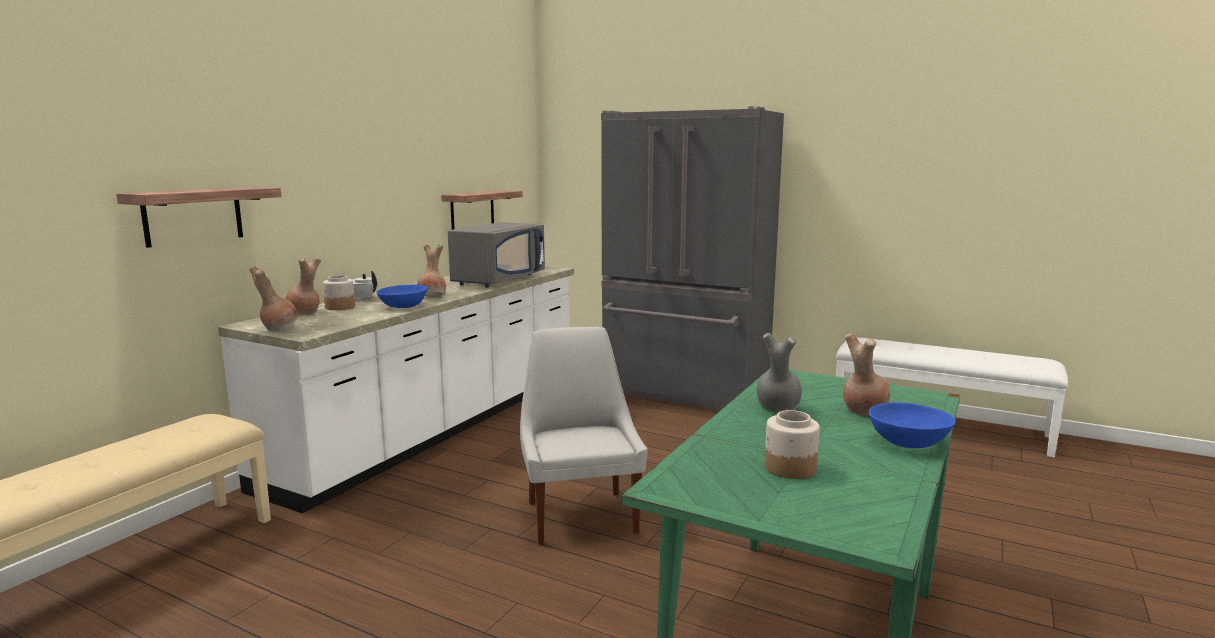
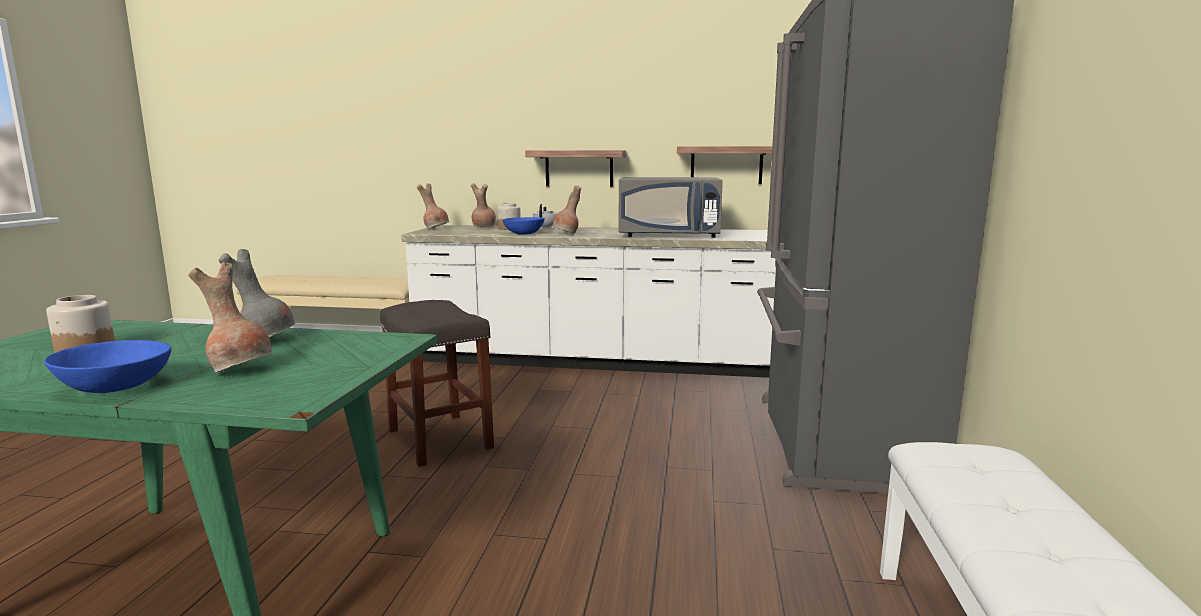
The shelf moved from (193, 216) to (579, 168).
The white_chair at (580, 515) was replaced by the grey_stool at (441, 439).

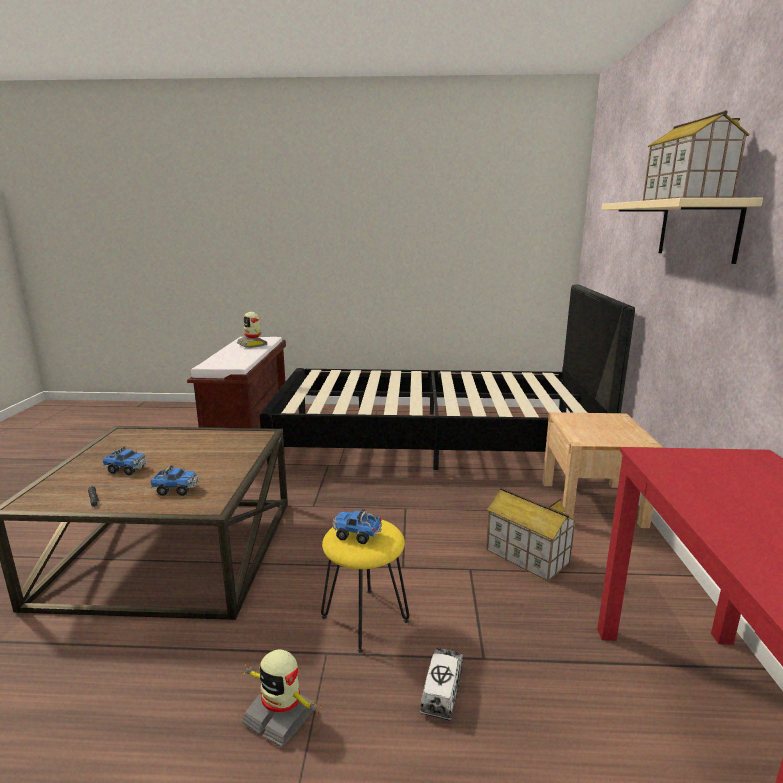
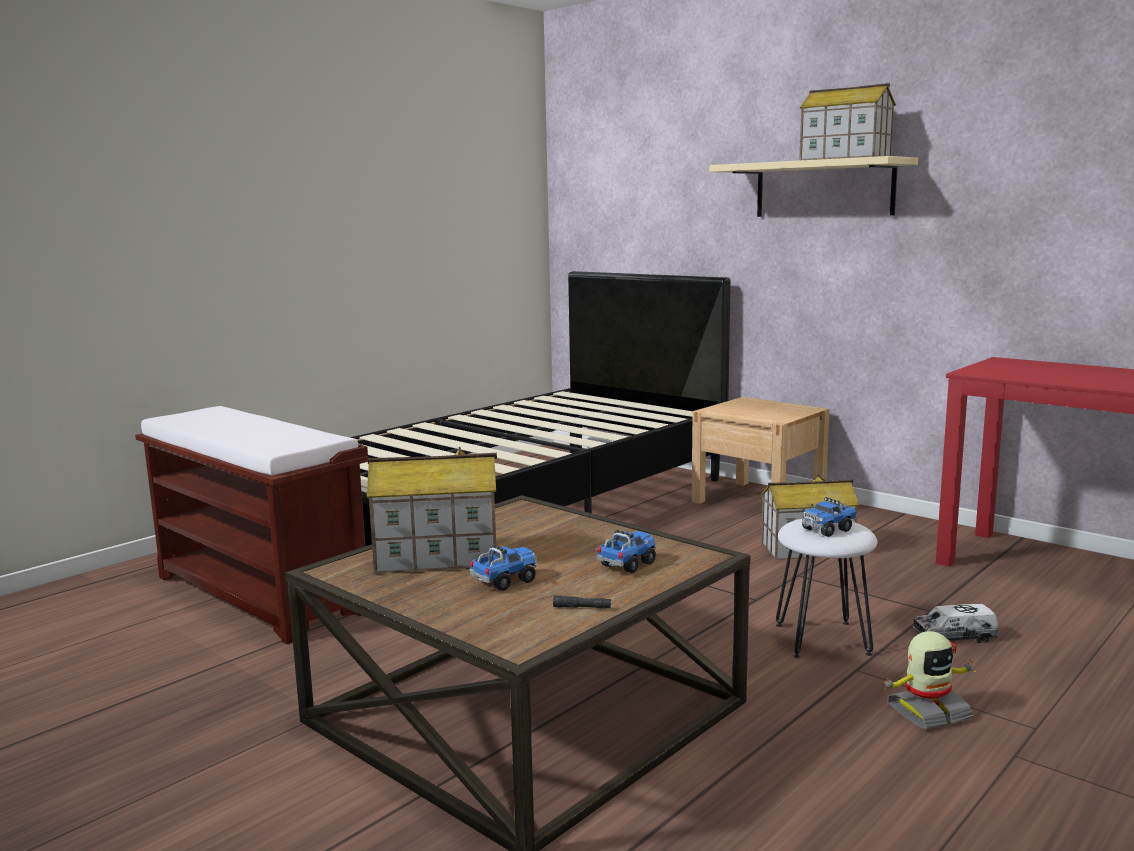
The toy_robot at (253, 344) disappeared.
The toy_house at (436, 557) appeared.
The yellow_stool at (365, 619) became the white_stool at (823, 639).
The toy_truck at (442, 689) turned 60 degrees counterclockwise.

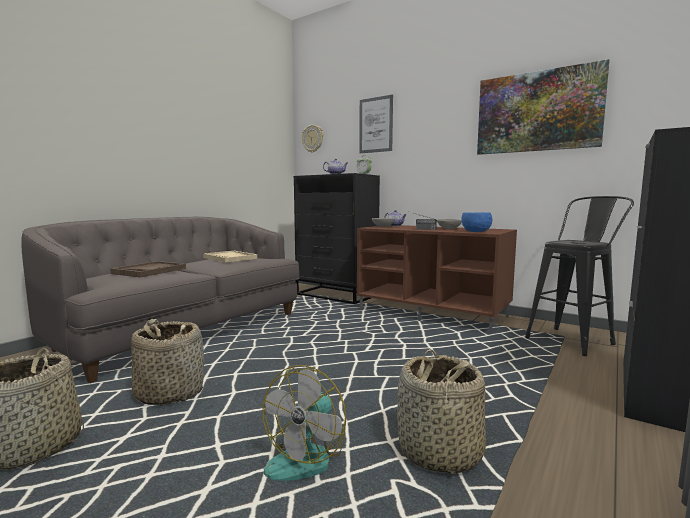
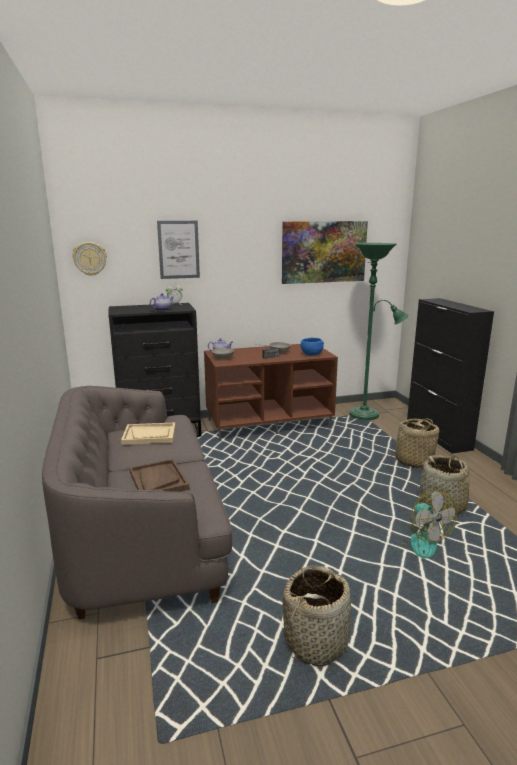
The basket moved from (170, 393) to (413, 461).
The black_stool at (574, 340) was replaced by the green_floor_lamp at (368, 415).

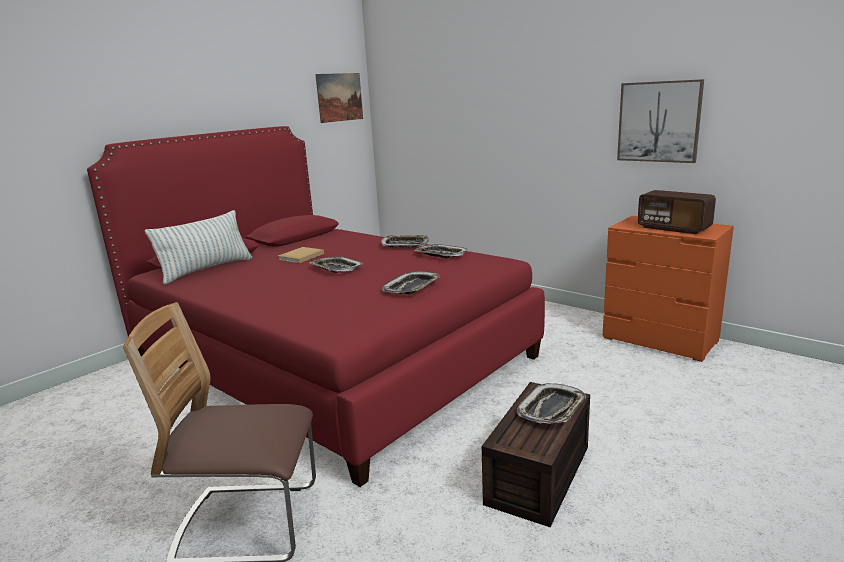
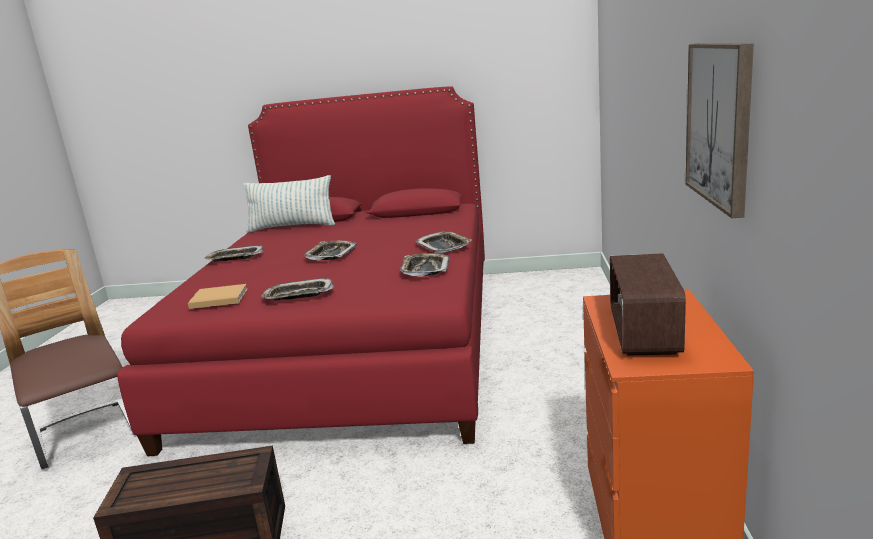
The picture at (339, 97) disappeared.
The beige_book moved from (300, 257) to (217, 298).
The tray moved from (552, 409) to (235, 258).

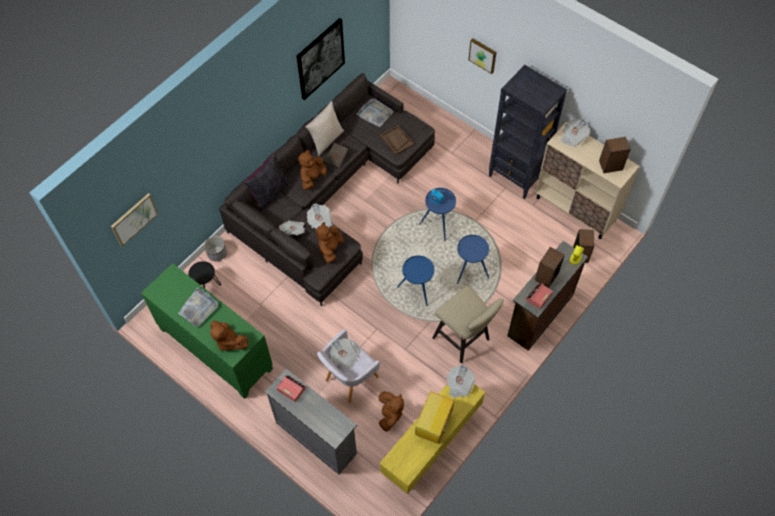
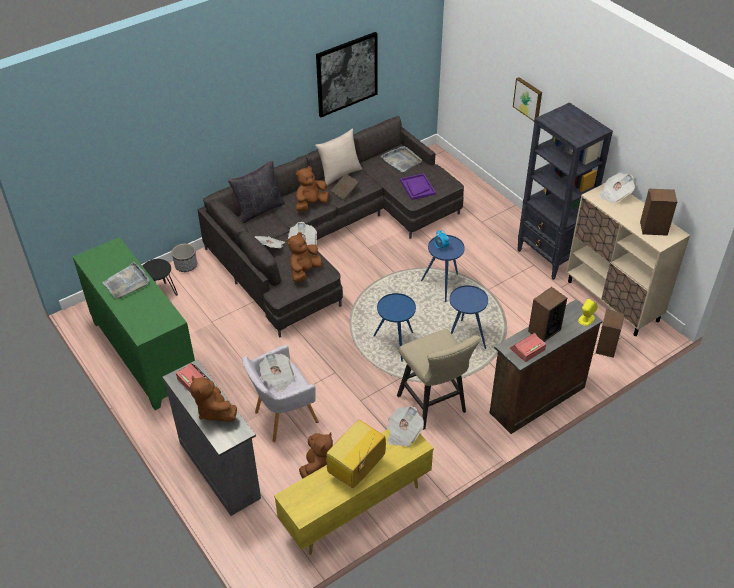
The picture at (134, 219) disappeared.
The brown_plush_toy moved from (228, 341) to (214, 411).
The brown_tray at (397, 140) became the purple_tray at (417, 187).

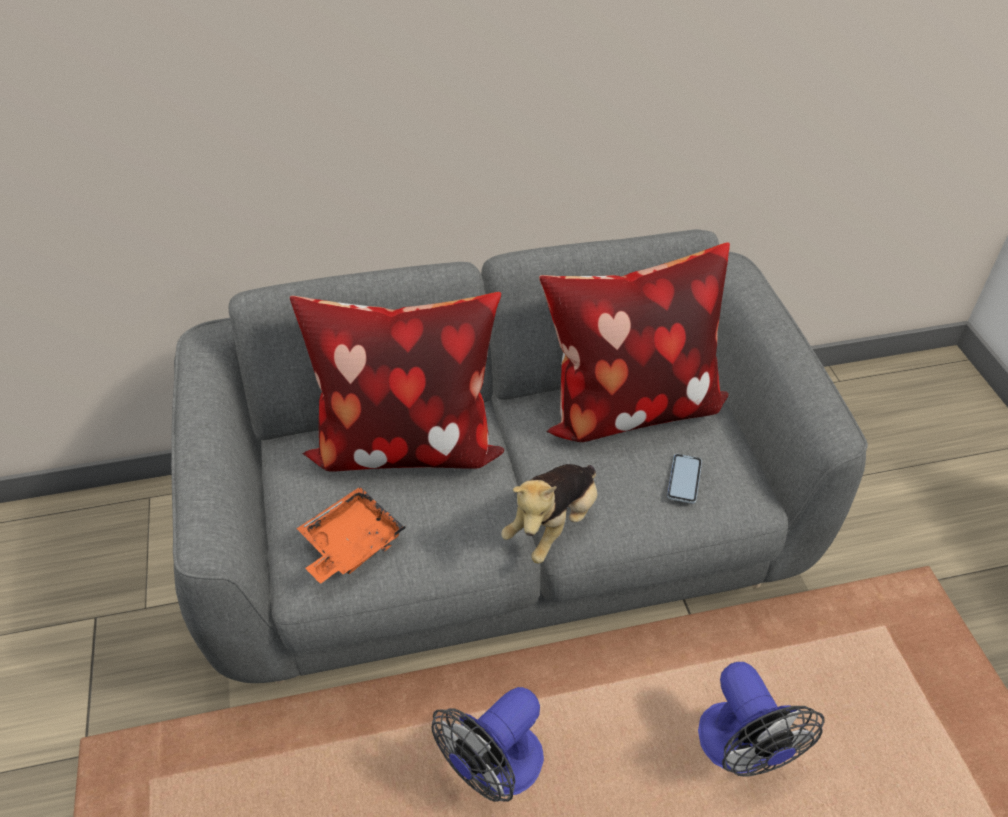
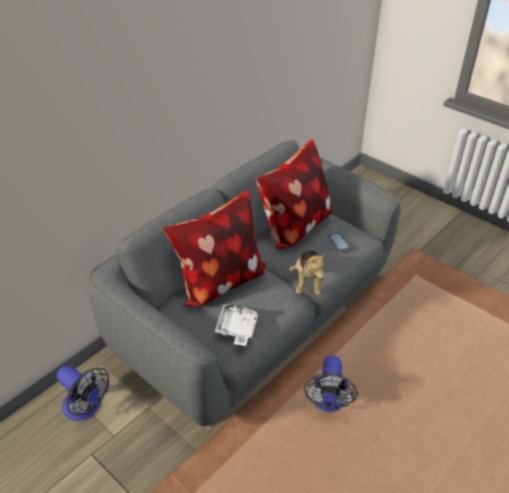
The fan moved from (741, 752) to (86, 408).
The orange_tray at (350, 544) became the white_tray at (237, 328).

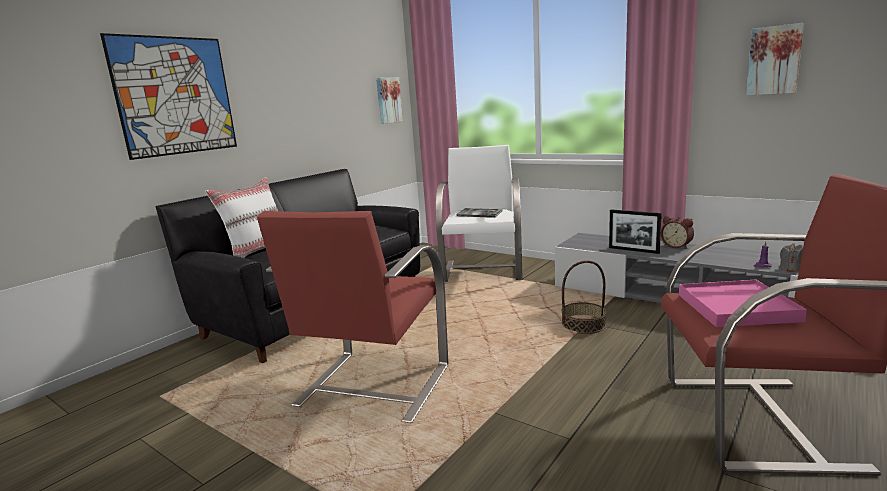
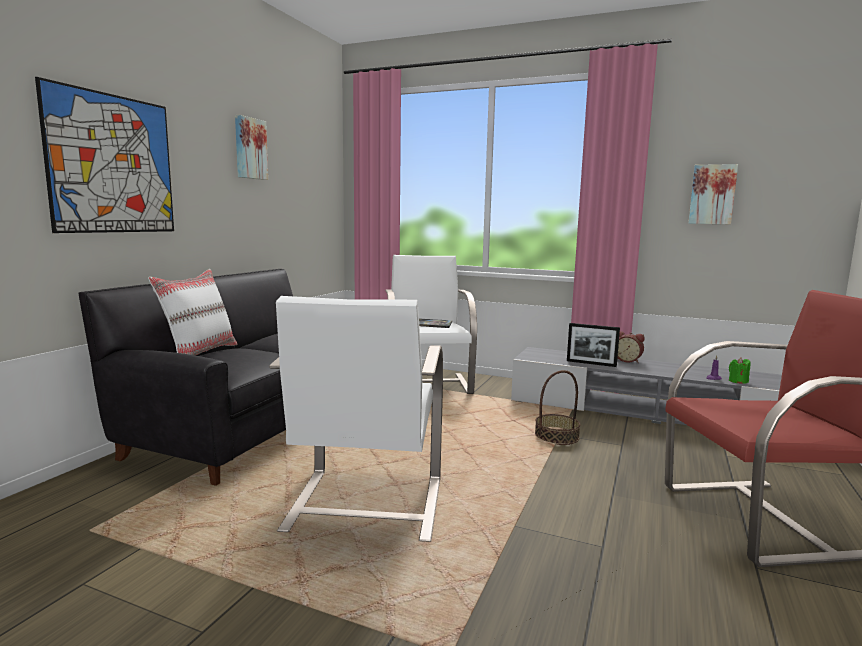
The pink_tray at (736, 307) disappeared.
The picture moved from (388, 100) to (249, 148).
The red_armchair at (372, 386) became the white_armchair at (365, 505).
The grey_candle at (790, 269) became the green_candle at (738, 381).

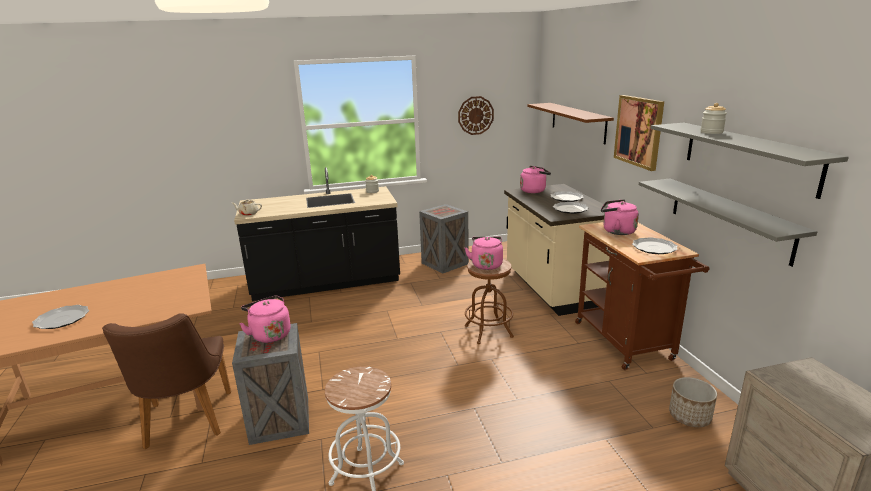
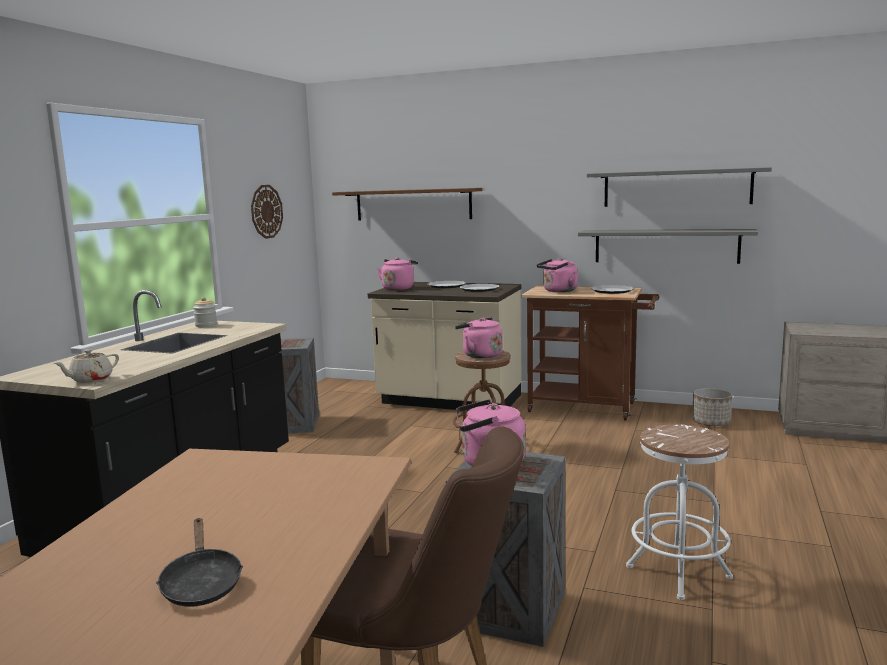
The picture at (639, 131) disappeared.
The jar at (711, 132) disappeared.
The plate at (62, 319) was replaced by the black_frying_pan at (201, 583).

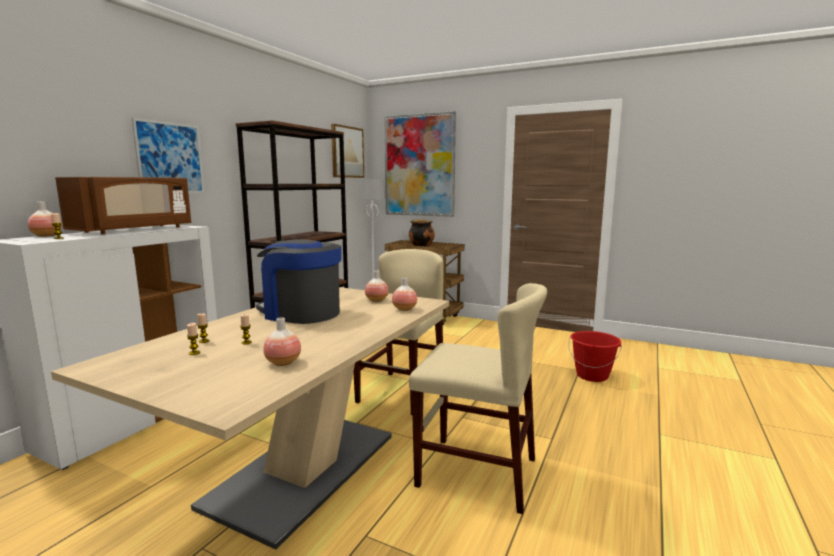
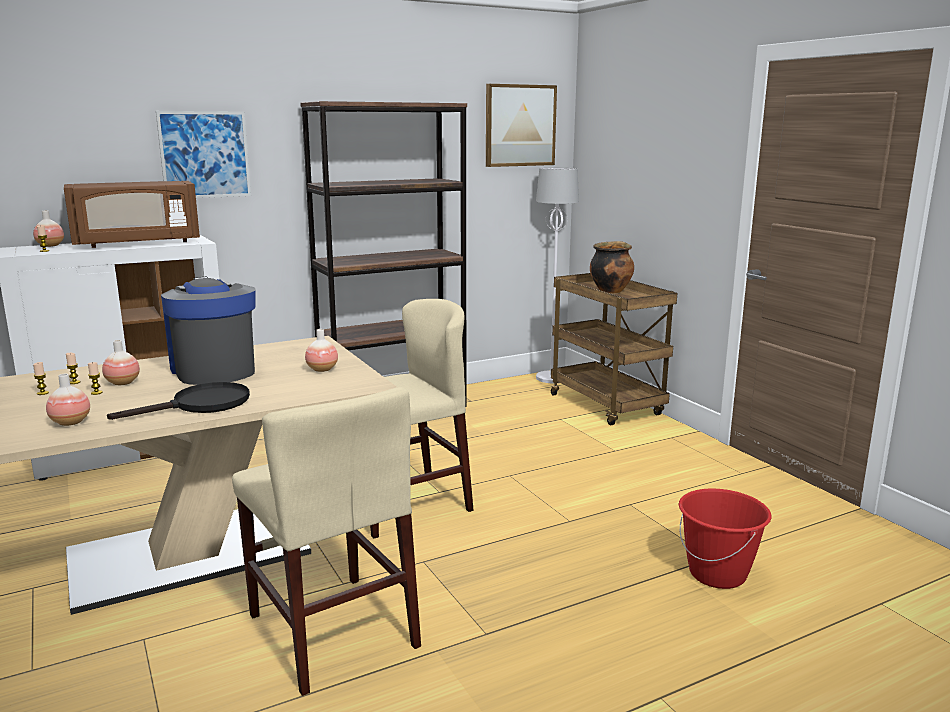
The picture at (419, 165) disappeared.
The black_frying_pan at (201, 405) appeared.
The vase moved from (404, 309) to (122, 383).

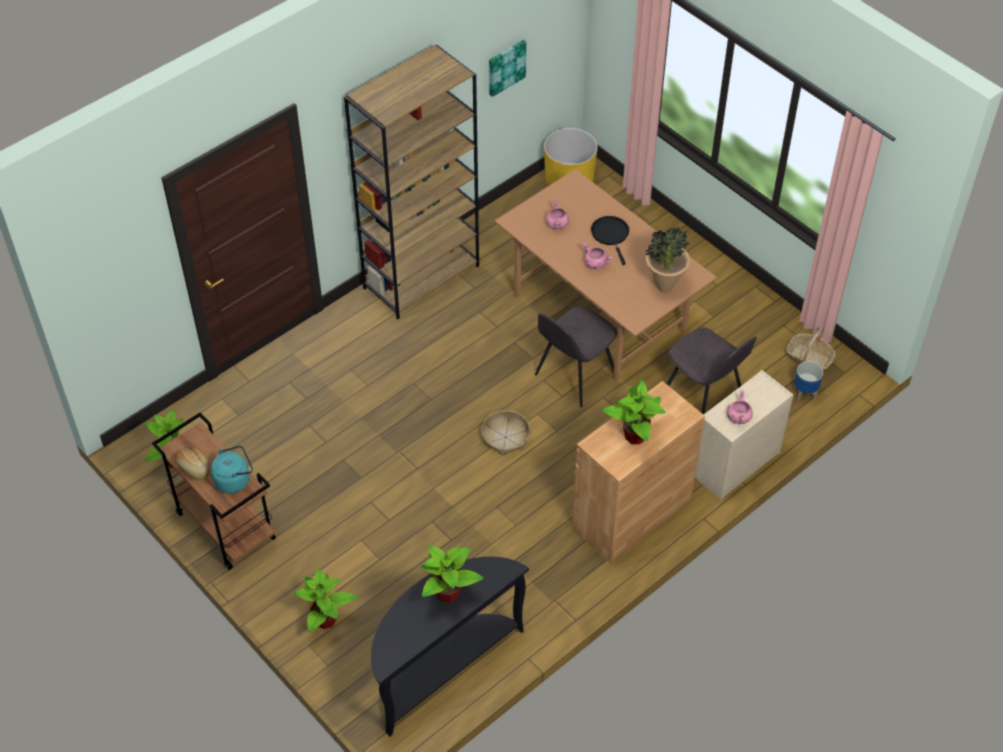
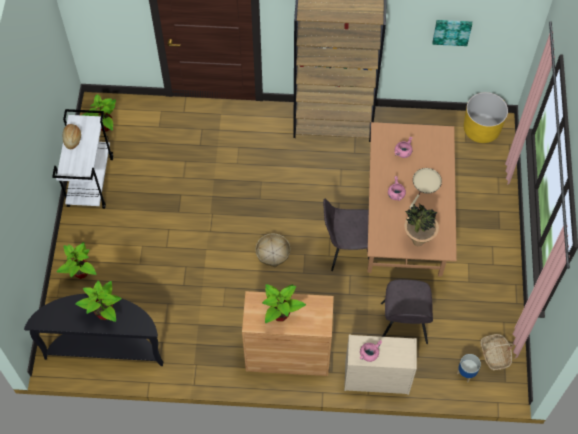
The turquoise_kettle at (234, 480) disappeared.
The brown_cart at (224, 525) became the white_cart at (90, 181).
The black_frying_pan at (611, 235) became the beige_frying_pan at (425, 184).

